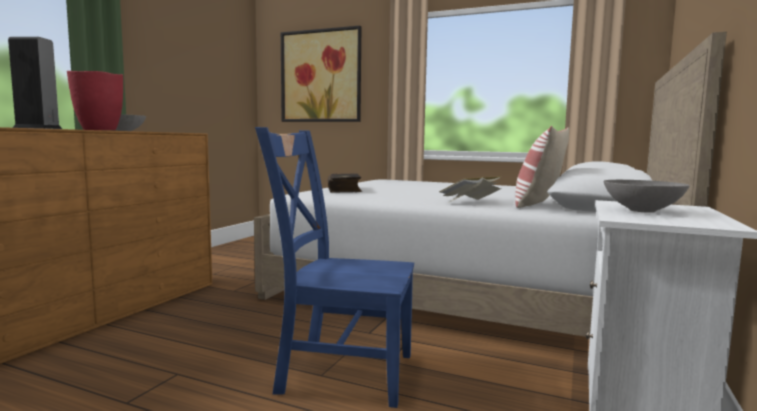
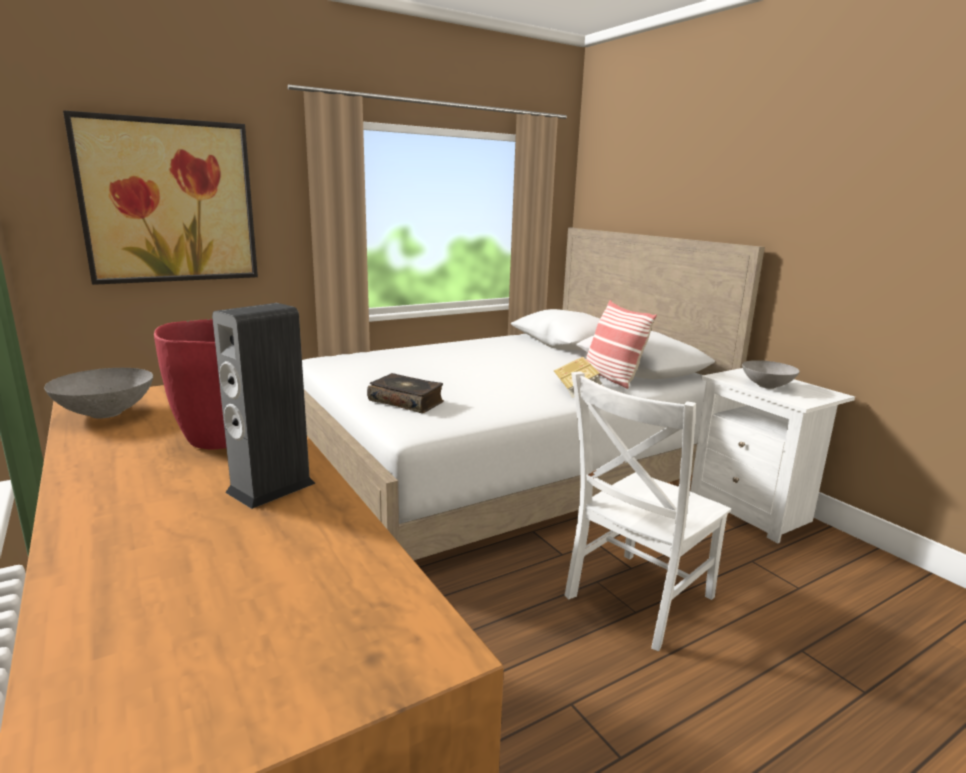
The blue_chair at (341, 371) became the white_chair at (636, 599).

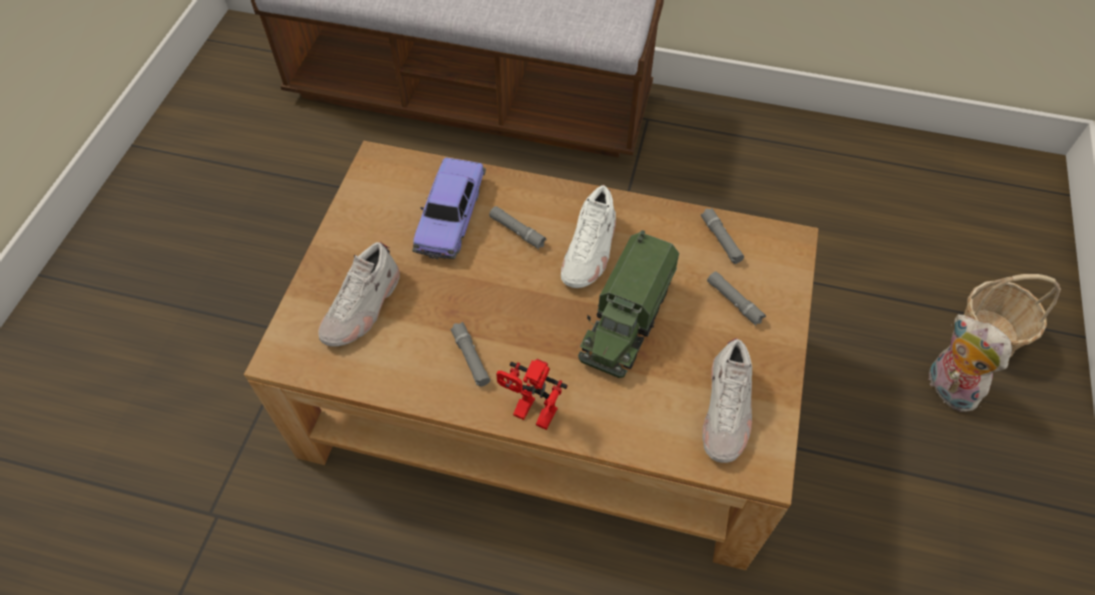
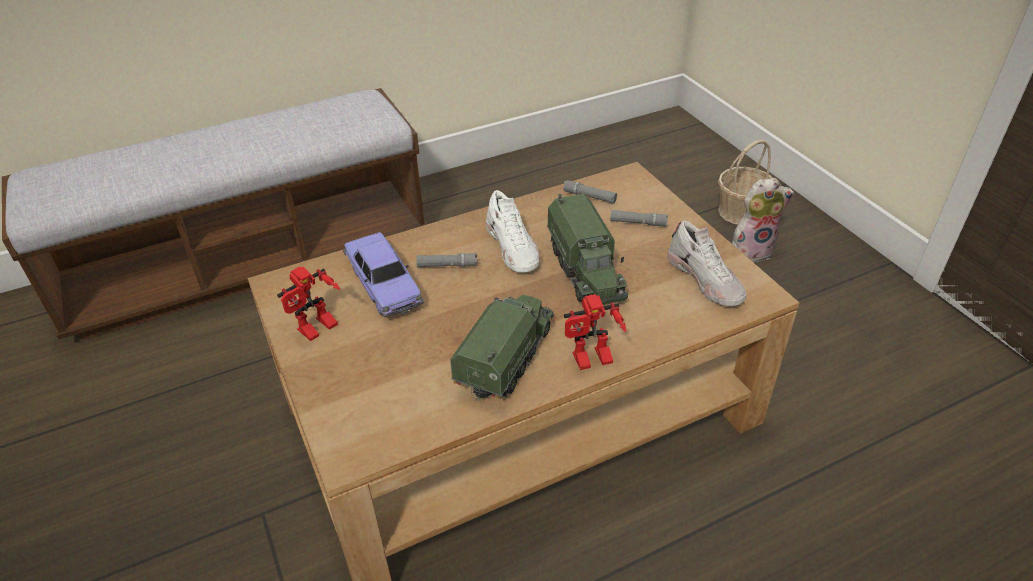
The white_shoe at (362, 307) disappeared.
The toy_robot at (318, 331) appeared.
The grey_flashlight at (470, 357) was replaced by the toy_truck at (506, 357).
The plush_toy at (946, 388) turned 150 degrees clockwise.

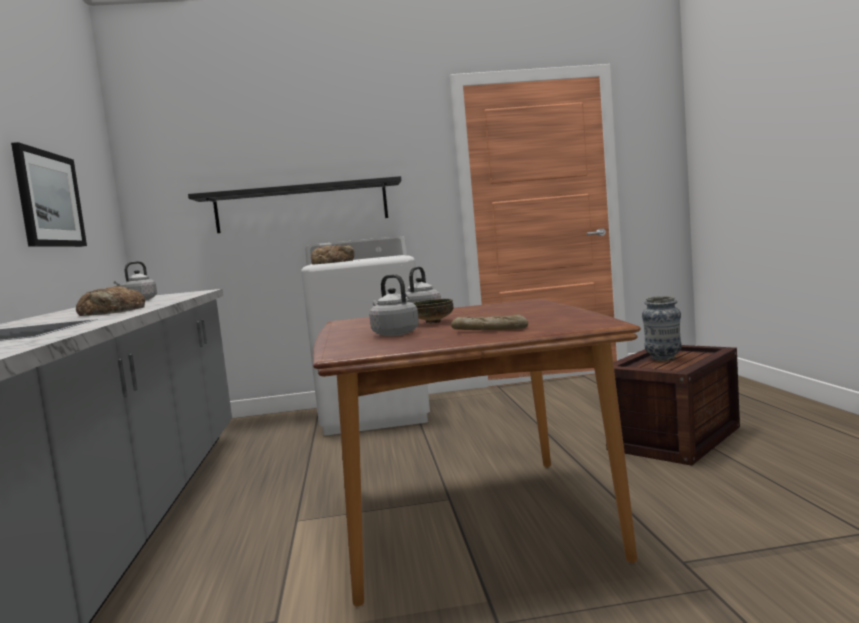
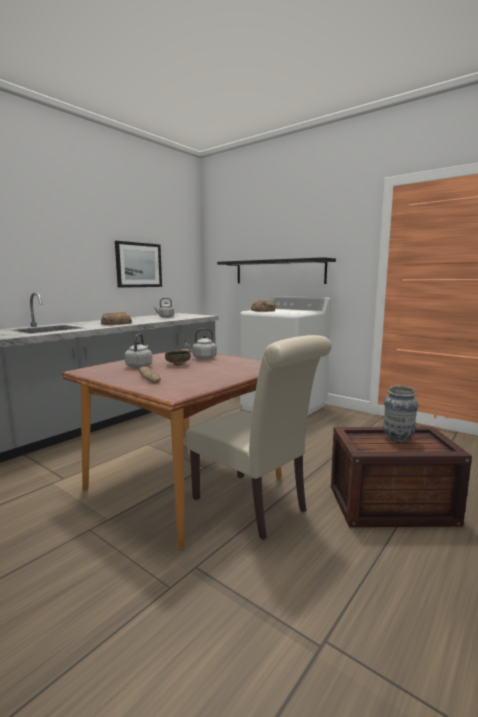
The beige_chair at (254, 506) appeared.

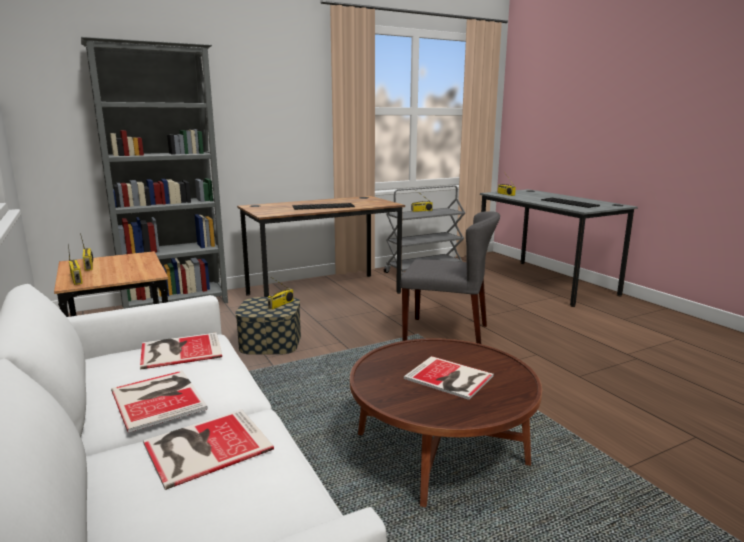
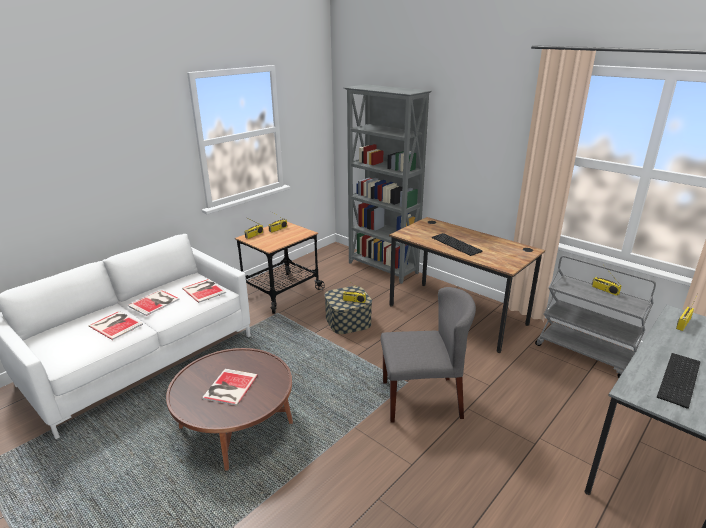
The grey_chair at (447, 333) turned 90 degrees counterclockwise.

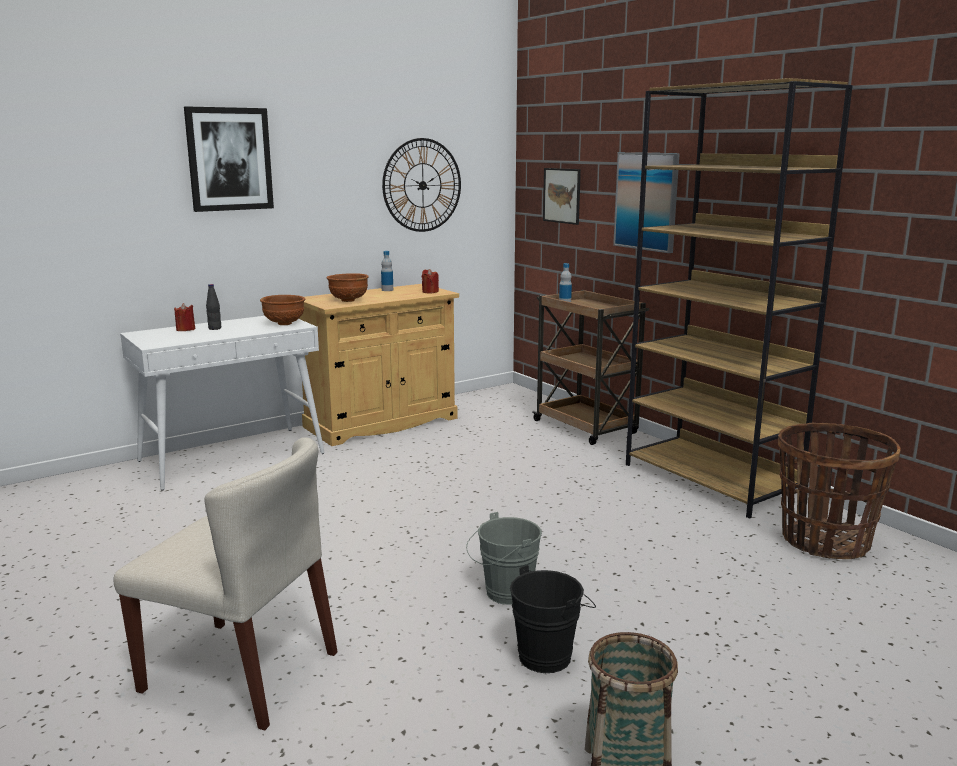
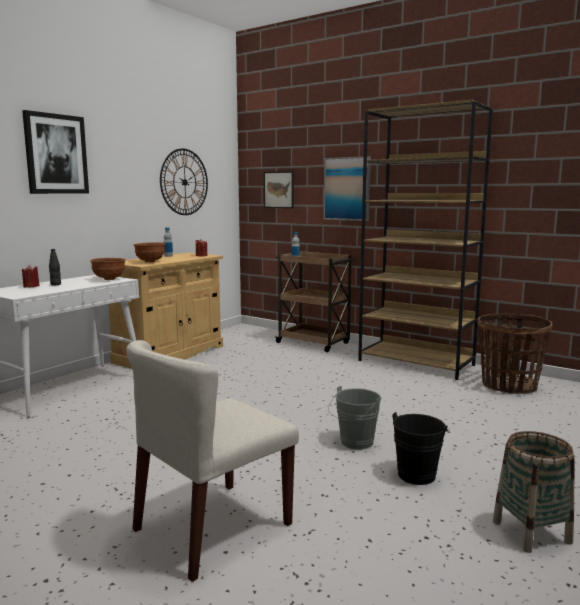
The beige_chair at (242, 671) turned 135 degrees clockwise.

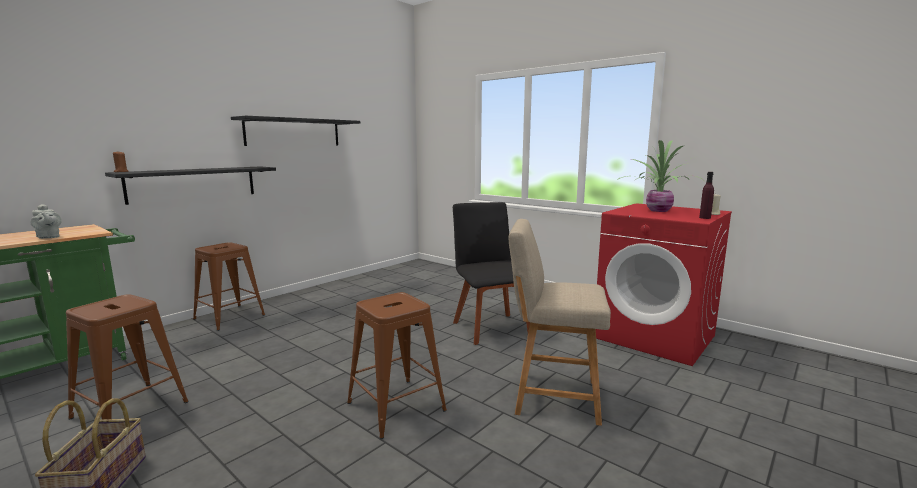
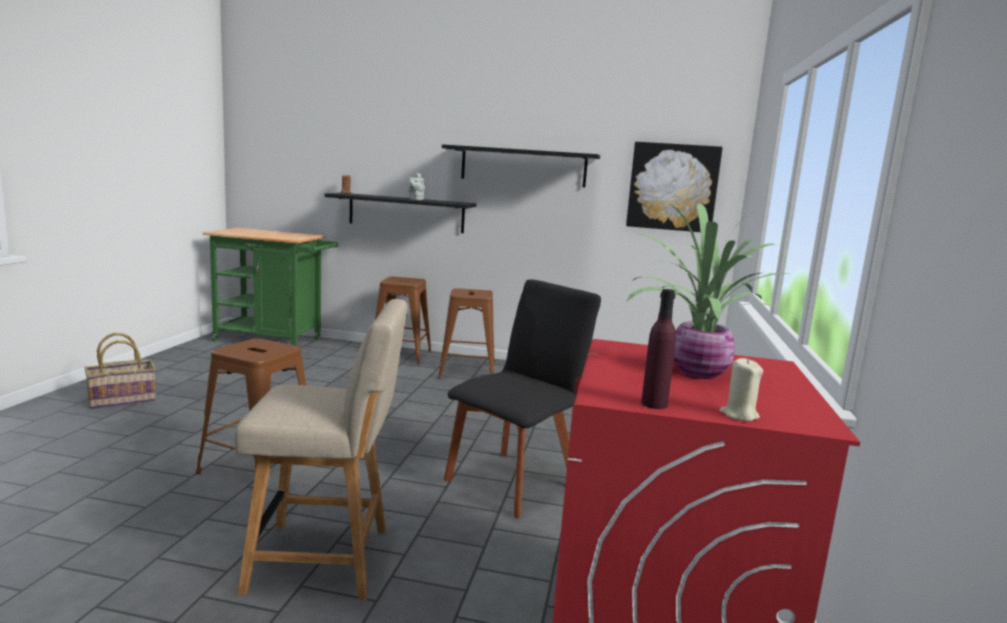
The picture at (672, 187) appeared.
The grey_teapot moved from (48, 237) to (415, 199).
The brown_stool moved from (131, 410) to (467, 372).
The beige_chair at (551, 396) turned 105 degrees clockwise.

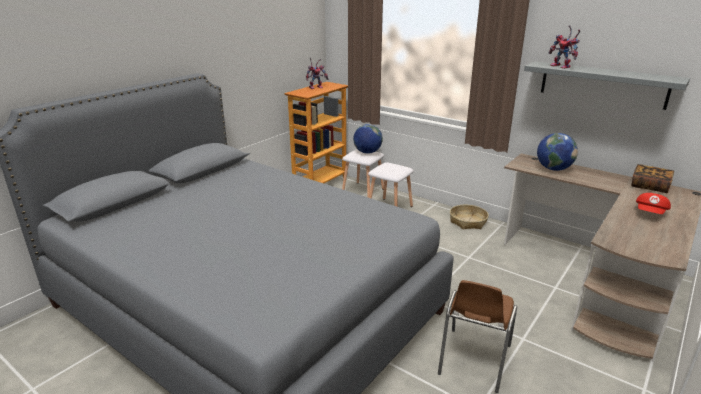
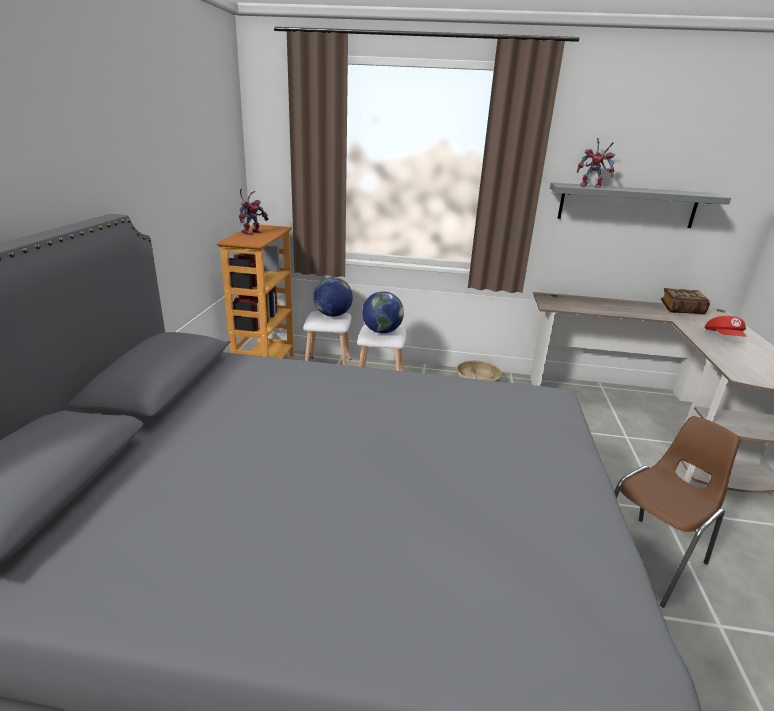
The globe moved from (553, 169) to (382, 331).
The brown_chair at (473, 360) turned 120 degrees counterclockwise.

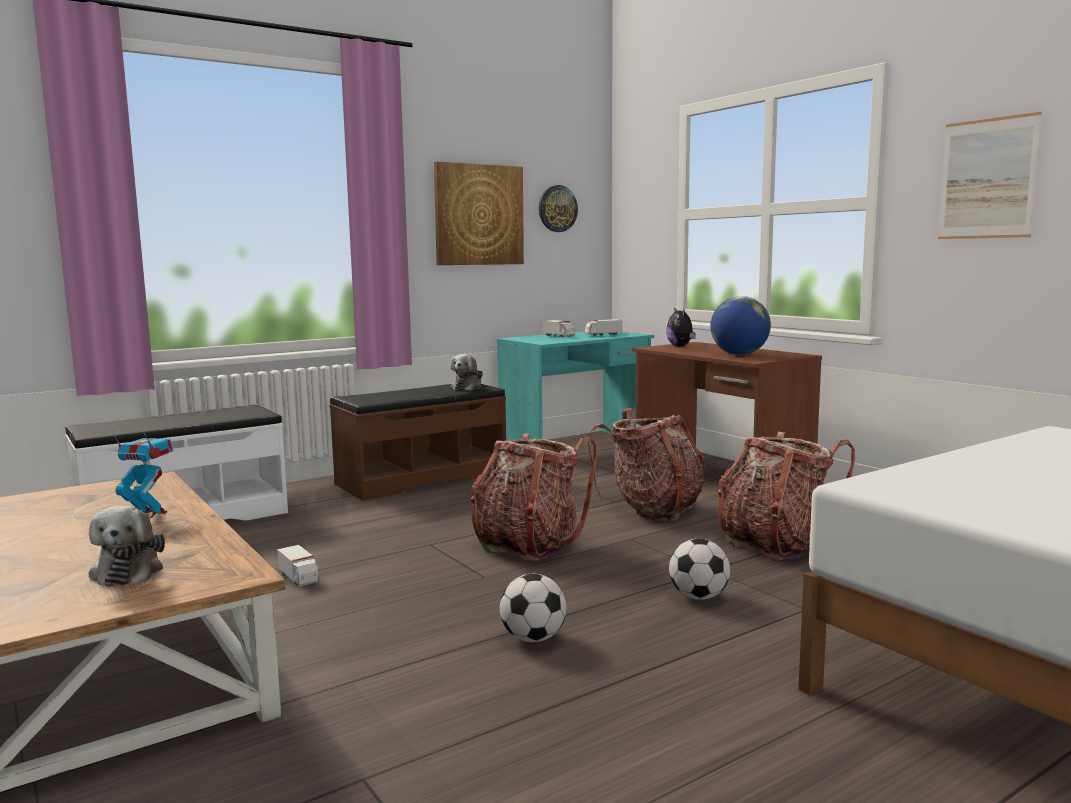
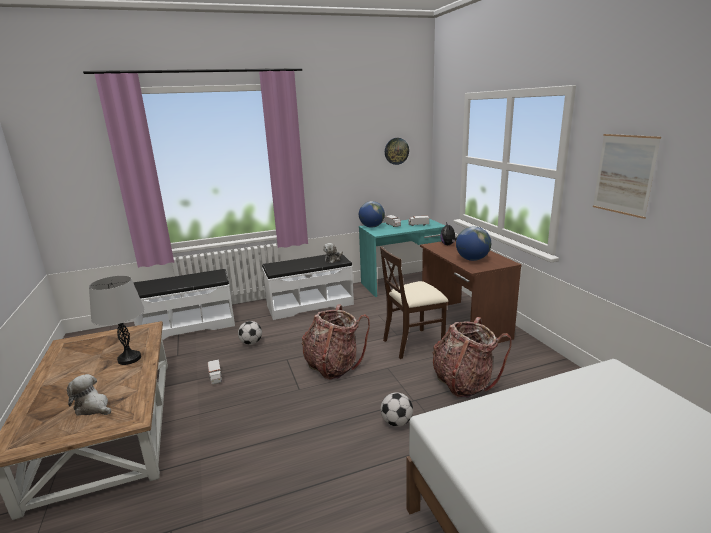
The picture at (478, 215) disappeared.
The globe at (372, 227) appeared.
The football moved from (533, 638) to (251, 343).
The toy_robot at (149, 514) was replaced by the grey_table_lamp at (129, 359).
The backpack at (652, 509) was replaced by the beige_chair at (413, 343).
The brown_bench at (421, 478) became the white_bench at (309, 304).
The plush_toy at (128, 571) turned 120 degrees clockwise.

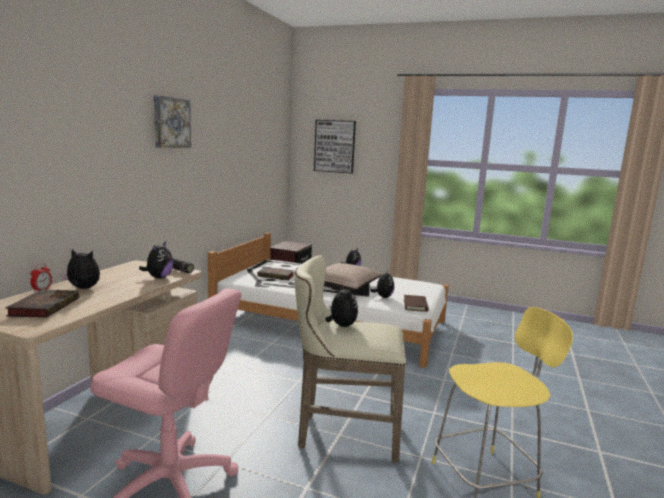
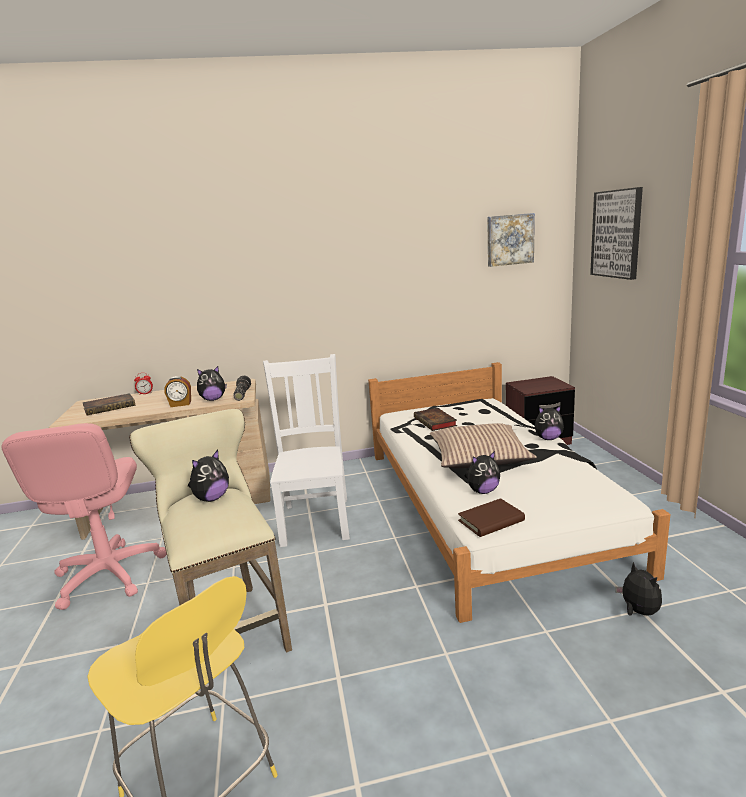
The alarm_clock at (180, 404) appeared.
The white_chair at (316, 519) appeared.
The plush_toy moved from (83, 289) to (638, 611).
The picture moved from (170, 123) to (509, 239).

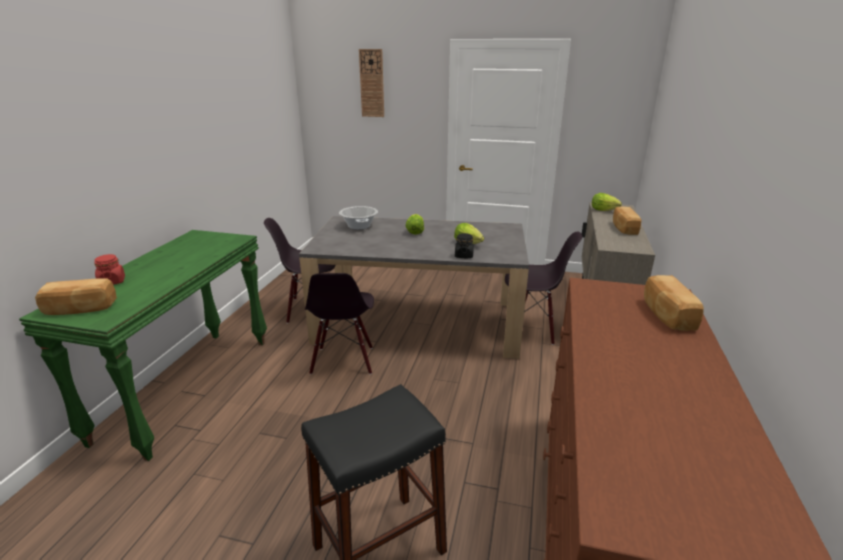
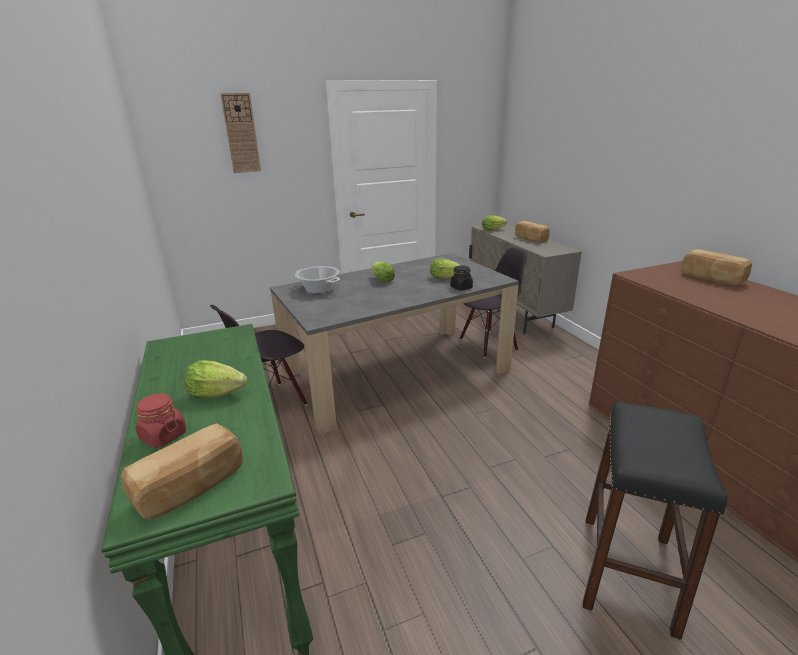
The black_chair at (343, 361) disappeared.
The lettuce at (216, 394) appeared.

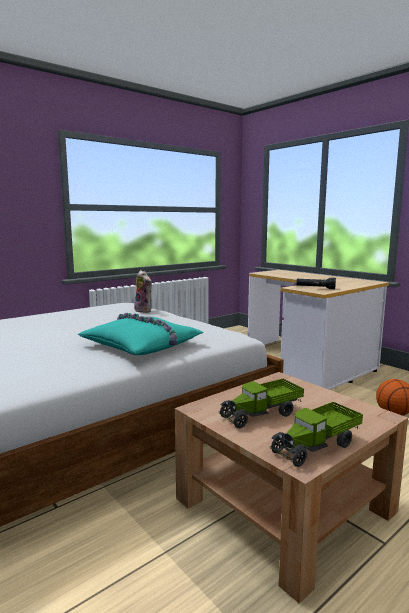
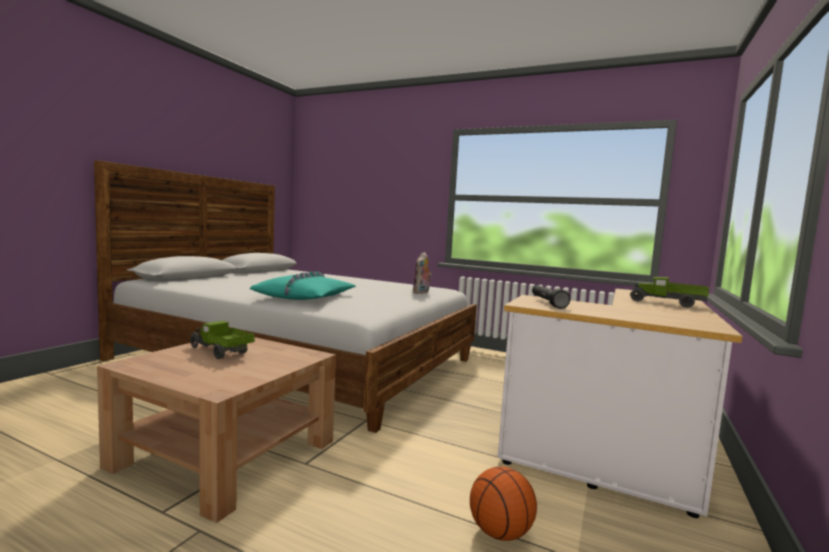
The toy_truck moved from (316, 447) to (667, 303).

